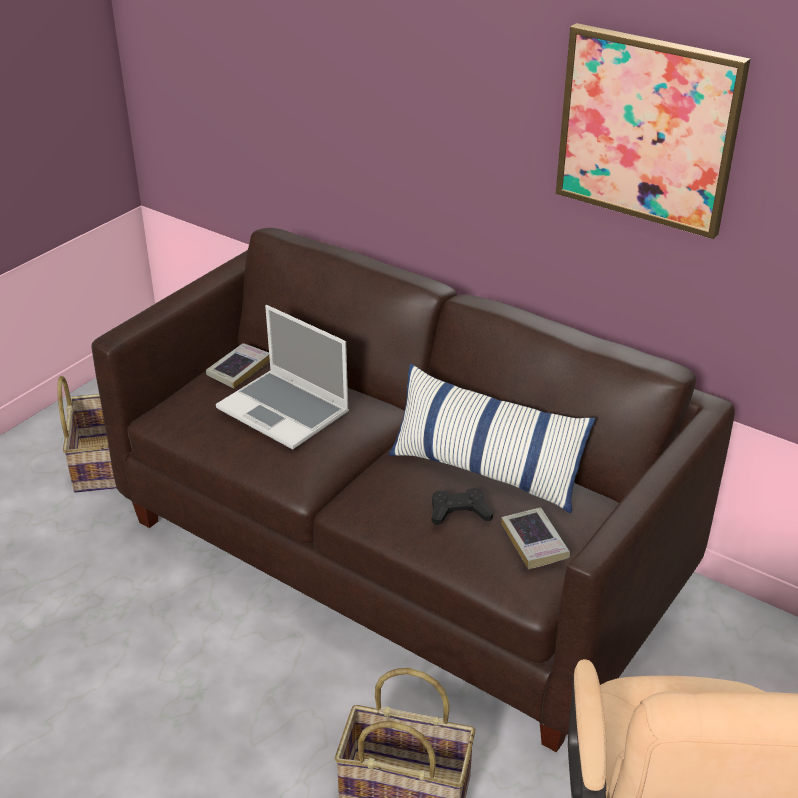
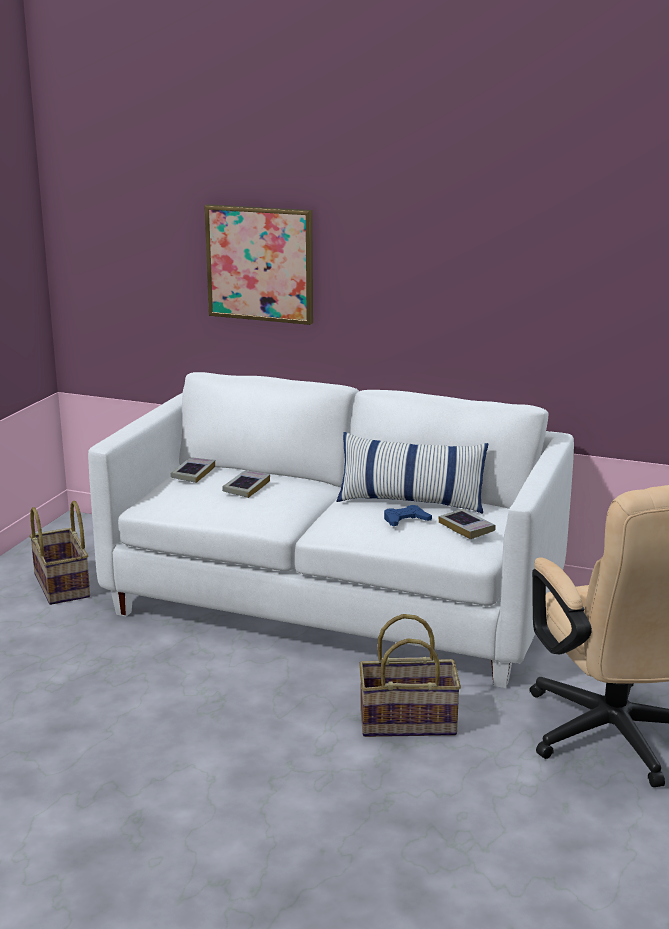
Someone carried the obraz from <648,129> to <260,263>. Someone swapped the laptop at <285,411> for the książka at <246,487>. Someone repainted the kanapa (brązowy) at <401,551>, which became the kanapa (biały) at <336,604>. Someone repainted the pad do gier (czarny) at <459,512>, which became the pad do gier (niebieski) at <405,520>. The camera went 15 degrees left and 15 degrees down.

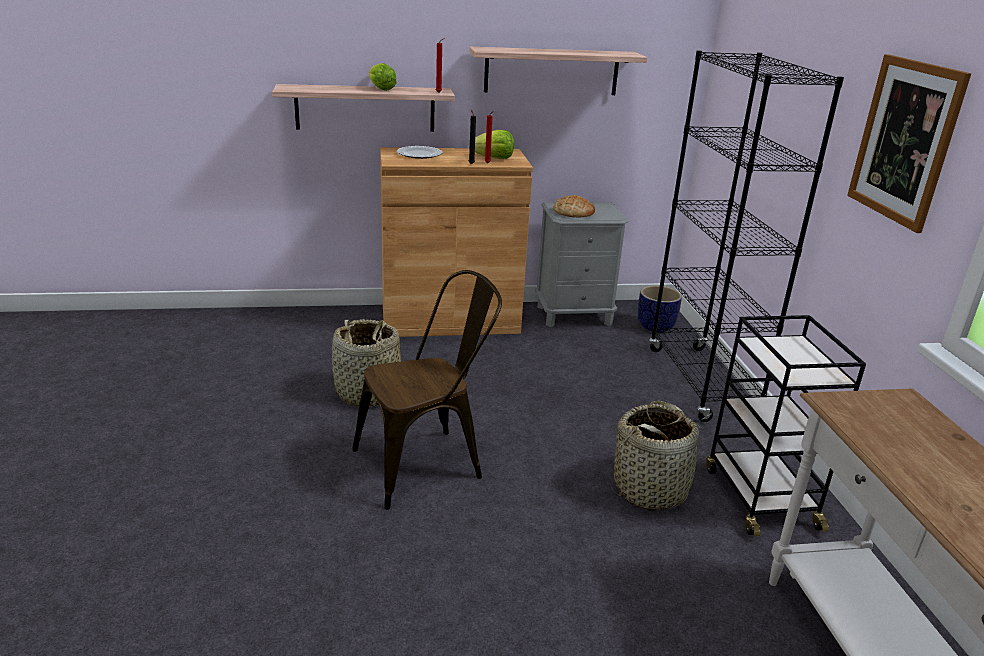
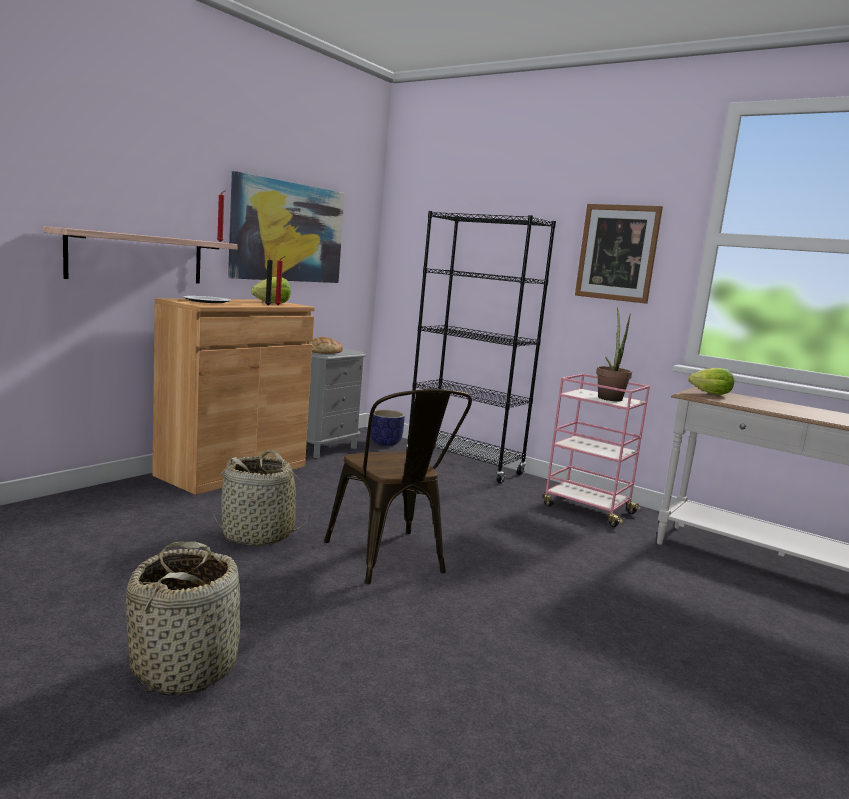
Someone put down the roślina doniczkowa at <609,397>. Someone carried the sałata from <380,89> to <708,393>. Someone carried the koszyk from <650,489> to <185,667>. Someone swapped the półka at <551,71> for the obraz at <288,232>. Someone repainted the wózek (czarny) at <759,497>, which became the wózek (różowy) at <587,509>. Someone rotated the krzesło (brązowy) at <427,463> by 135 degrees clockwise. The camera went 45 degrees left and 15 degrees down.

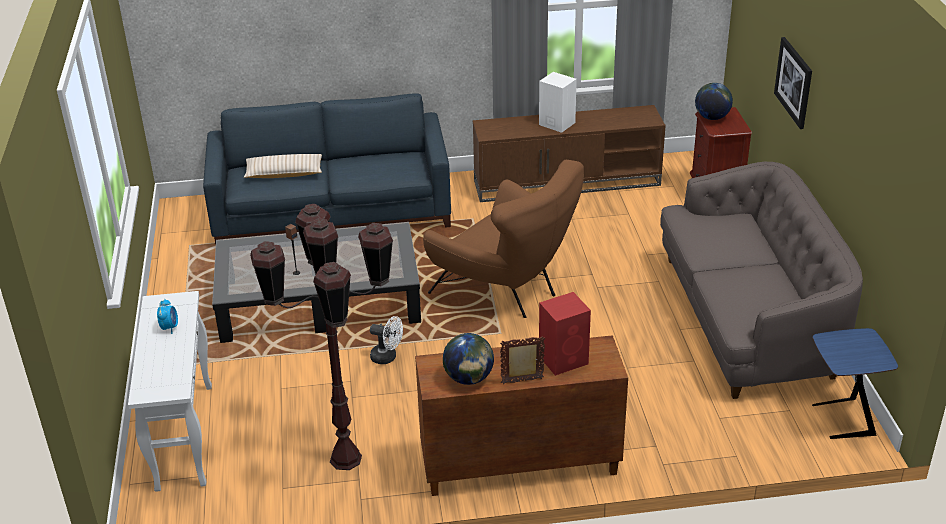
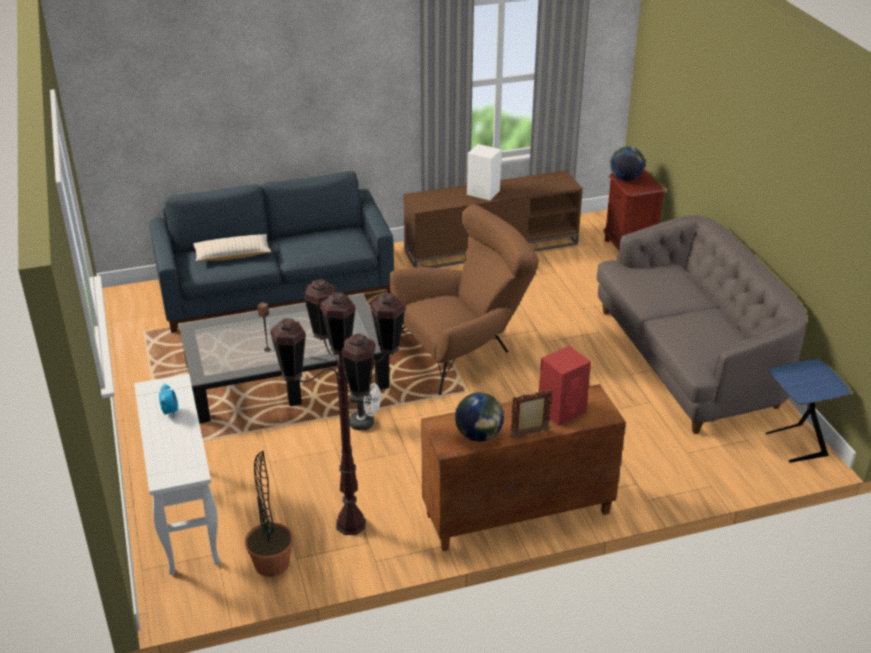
Someone took away the obraz at <794,82>. Someone put down the roślina doniczkowa at <271,564>. Someone rotated the fotel (brązowy) at <507,290> by 60 degrees counterclockwise. The camera went 10 degrees left and 0 degrees up.

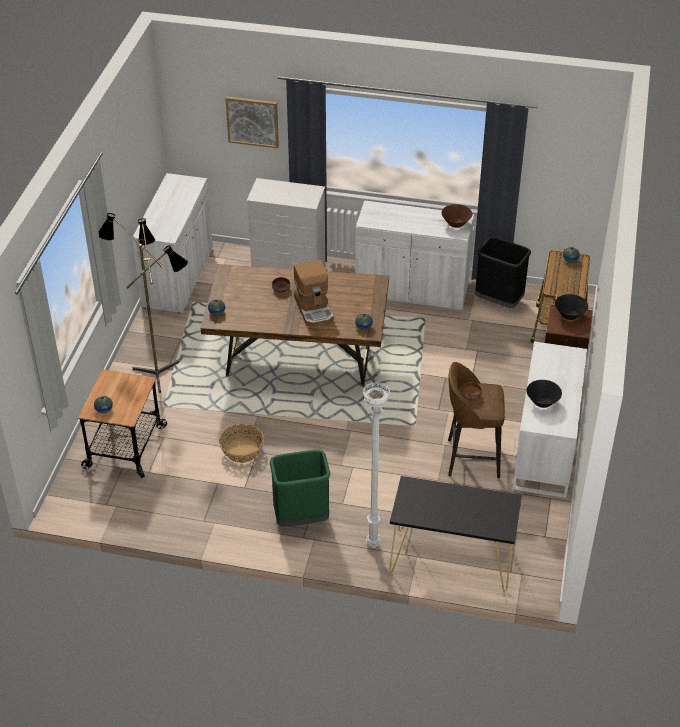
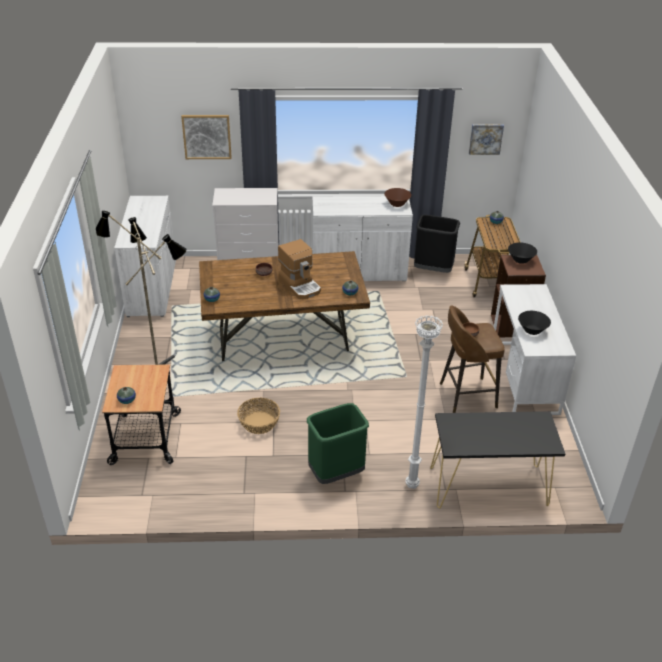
Someone put up the obraz at <485,138>. The camera went 15 degrees left and 5 degrees down.

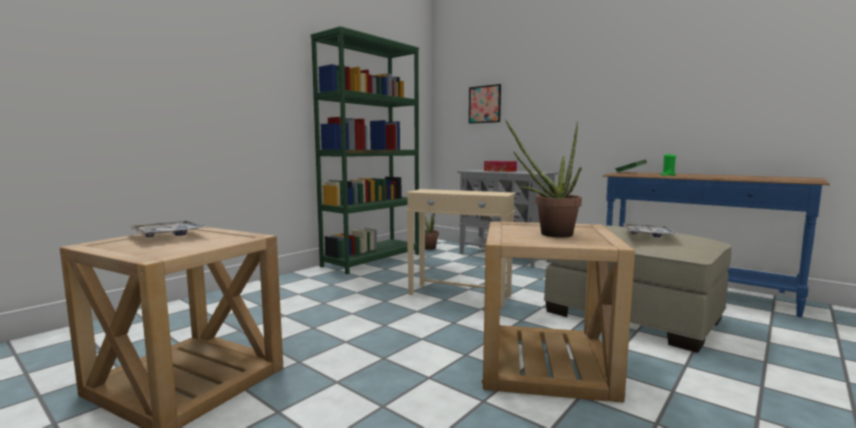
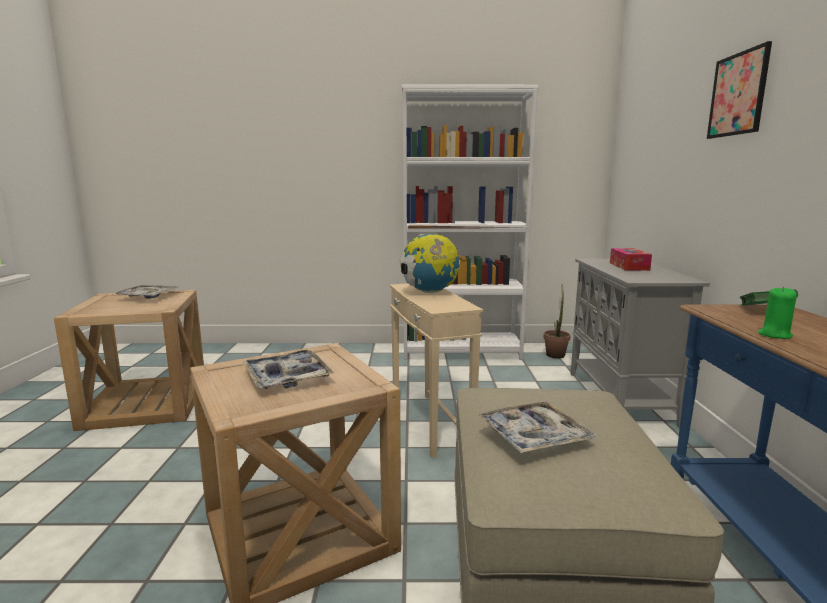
Someone put down the globus at <429,292>. Someone carried the obraz from <484,104> to <738,94>. Someone swapped the roślina doniczkowa at <549,234> for the taca at <287,377>. Someone repainted the regał (zielony) at <372,260>, which became the regał (biały) at <461,351>. The camera went 50 degrees right and 5 degrees up.

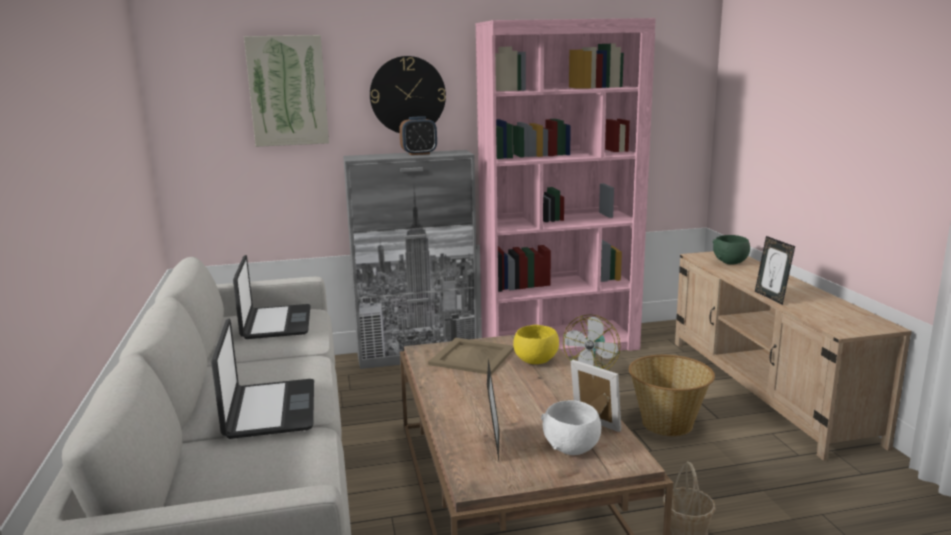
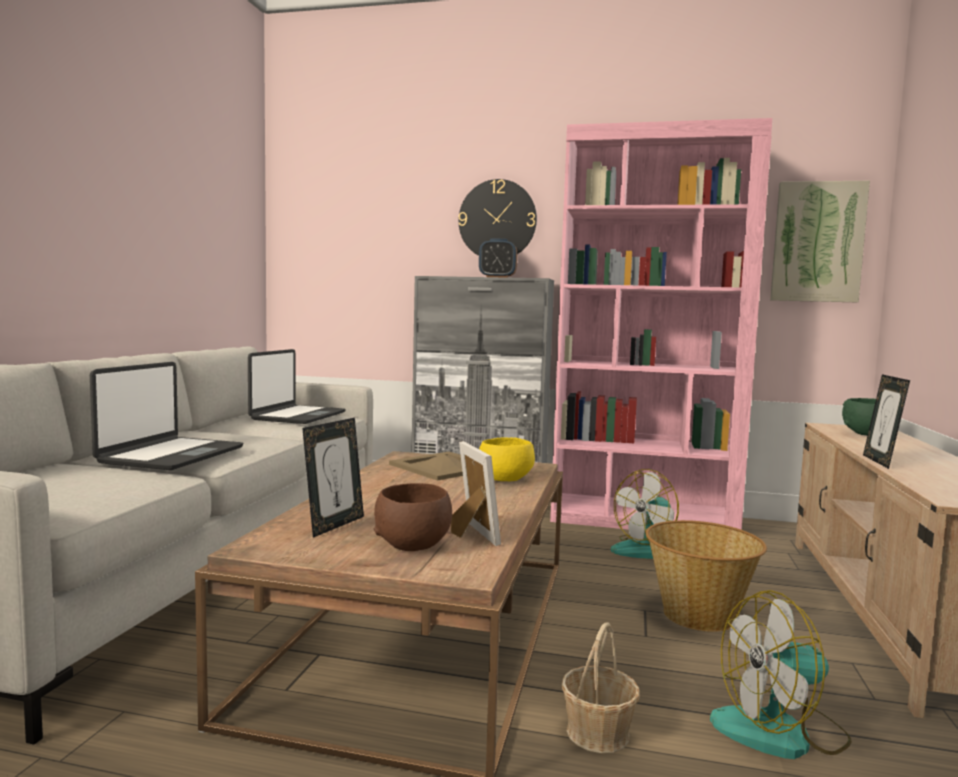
Someone put down the wentylator at <780,732>. Someone carried the obraz from <287,91> to <817,242>. Someone repainted the miska (biały) at <572,448>, which became the miska (brązowy) at <413,546>. The camera went 25 degrees right and 10 degrees down.

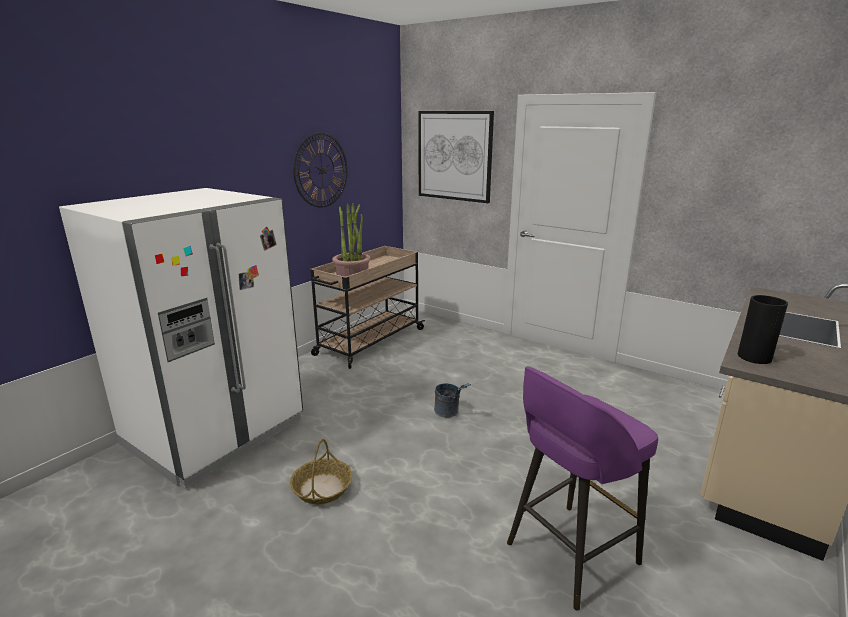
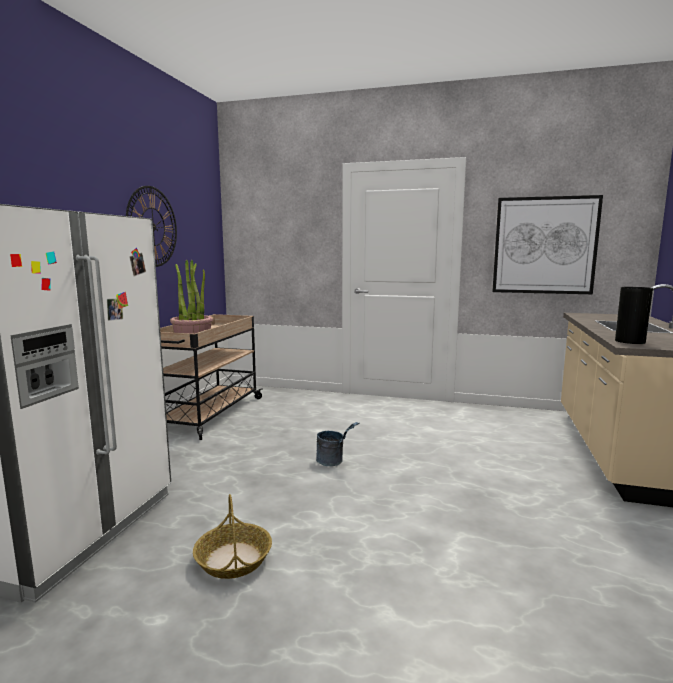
Someone took away the stołek (fioletowy) at <569,555>. Someone carried the obraz from <454,156> to <544,245>. The camera went 20 degrees left and 10 degrees down.

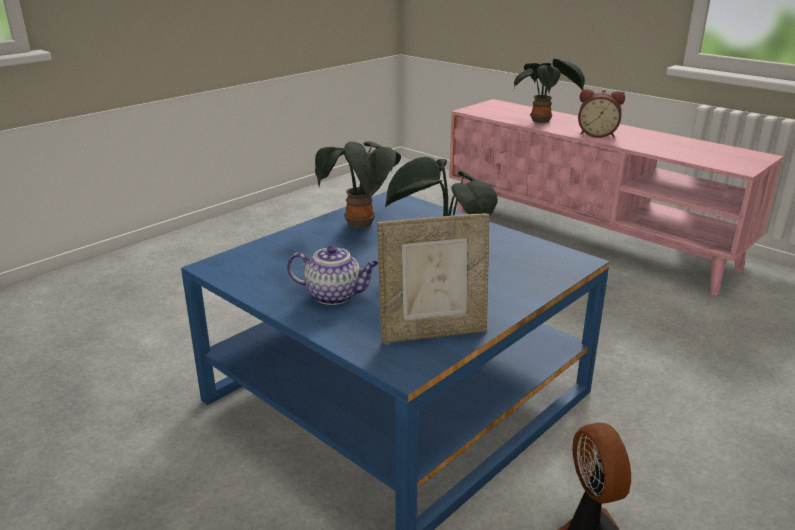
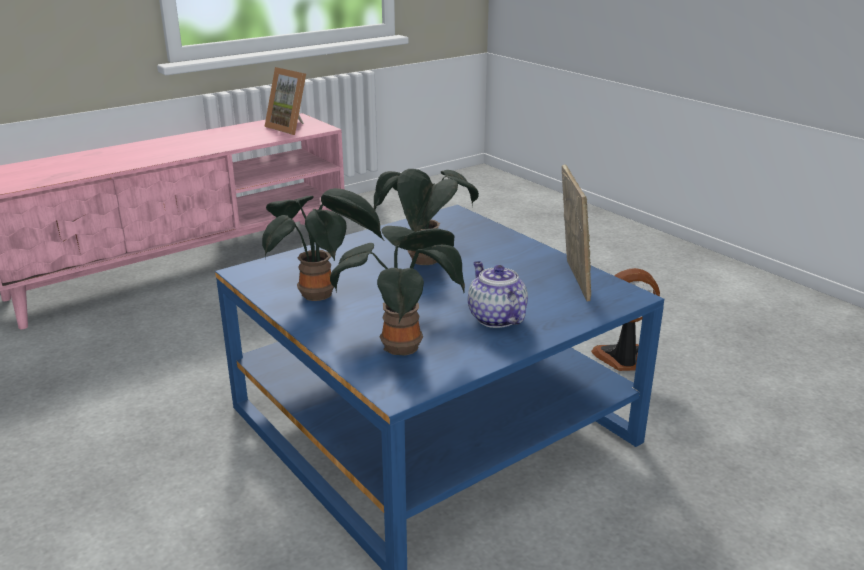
Someone took away the budzik at <597,134>. Someone put down the ramka na zdjęcie at <291,128>. Someone carried the roślina doniczkowa from <543,121> to <404,346>. Someone rotated the imbryk at <335,295> by 45 degrees counterclockwise. The camera went 80 degrees left and 0 degrees up.

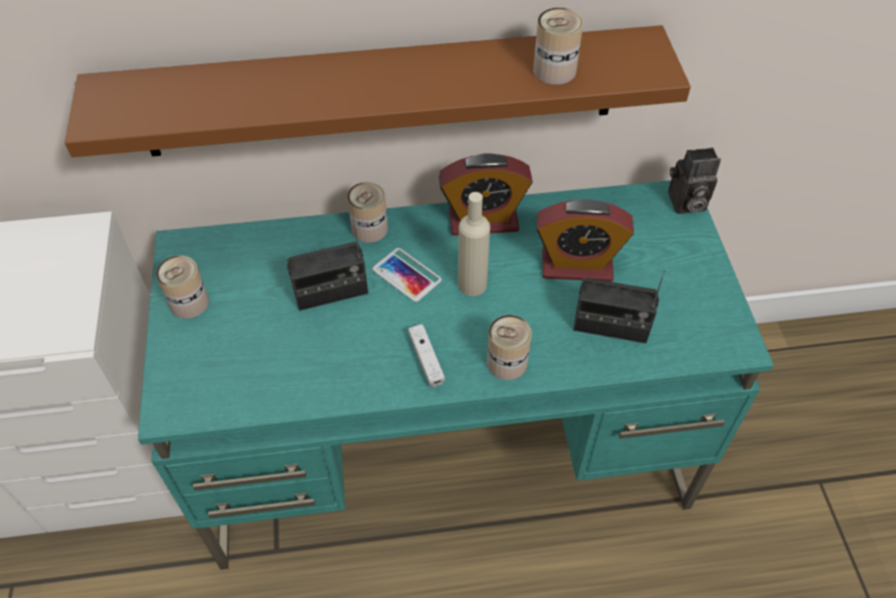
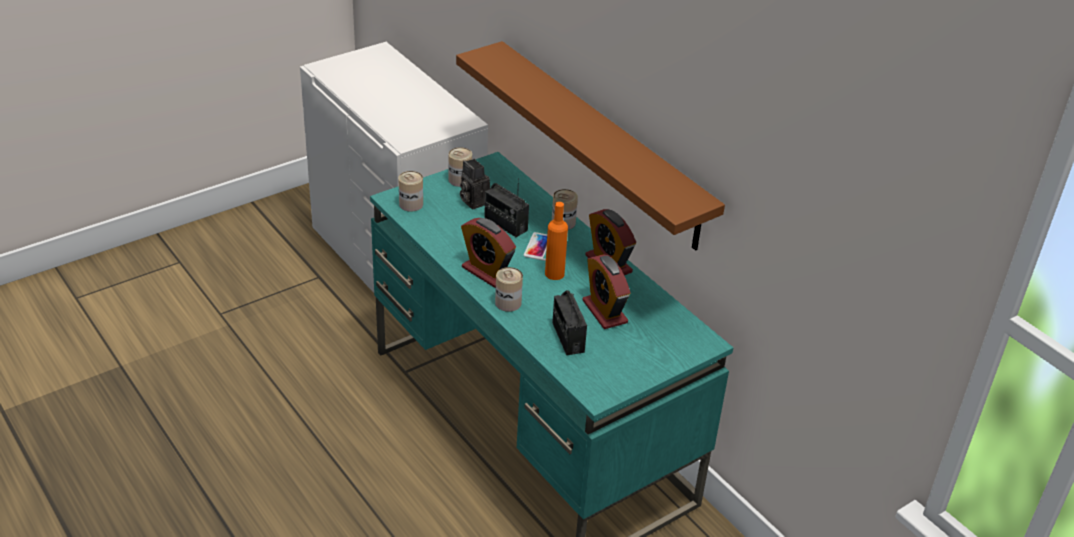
Someone carried the puszka from <554,70> to <411,204>. Someone carried the aparat fotograficzny from <685,203> to <472,201>. Someone swapped the pad do gier (biały) at <426,359> for the budzik at <487,272>. Someone repainted the butelka (beżowy) at <472,284>, which became the butelka (pomarańczowy) at <554,274>. The camera went 60 degrees right and 15 degrees down.

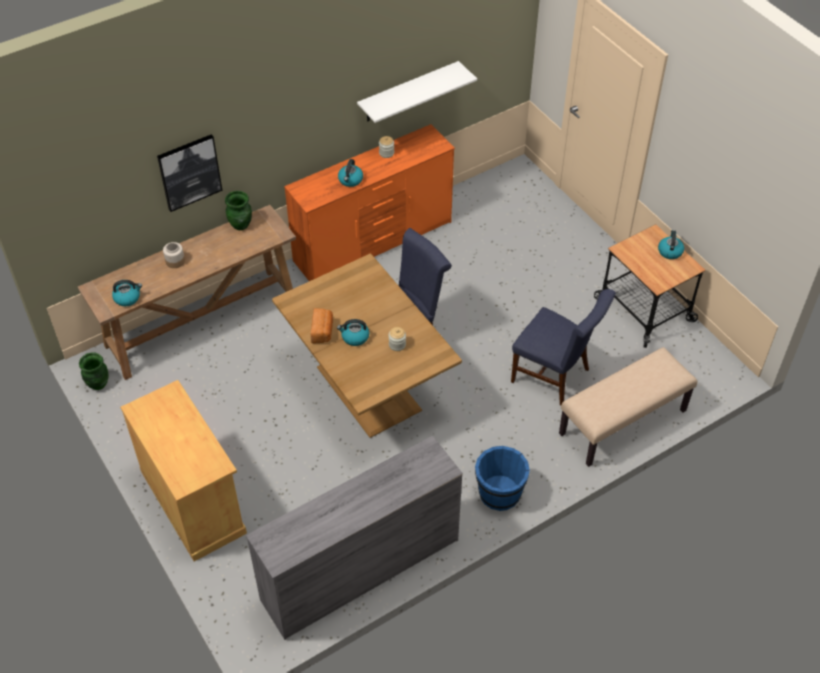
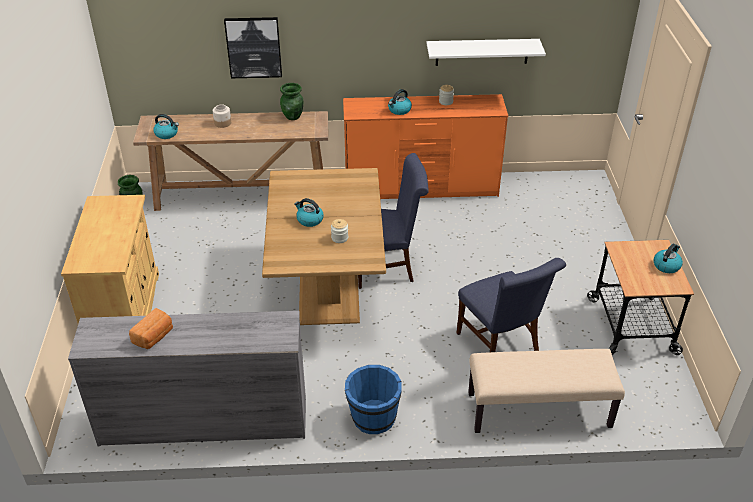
Someone carried the chleb from <322,331> to <154,337>. The camera went 30 degrees right and 10 degrees down.

